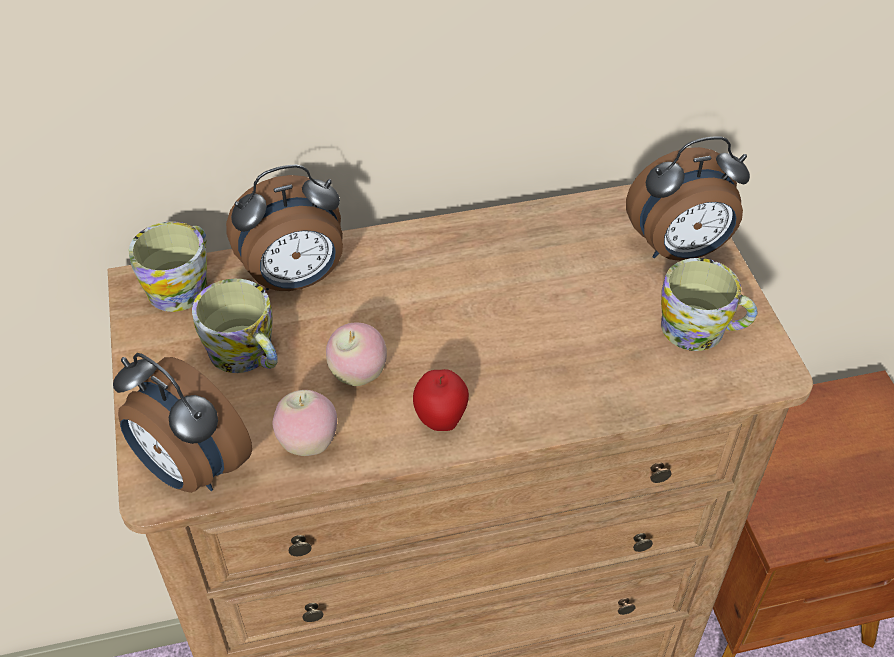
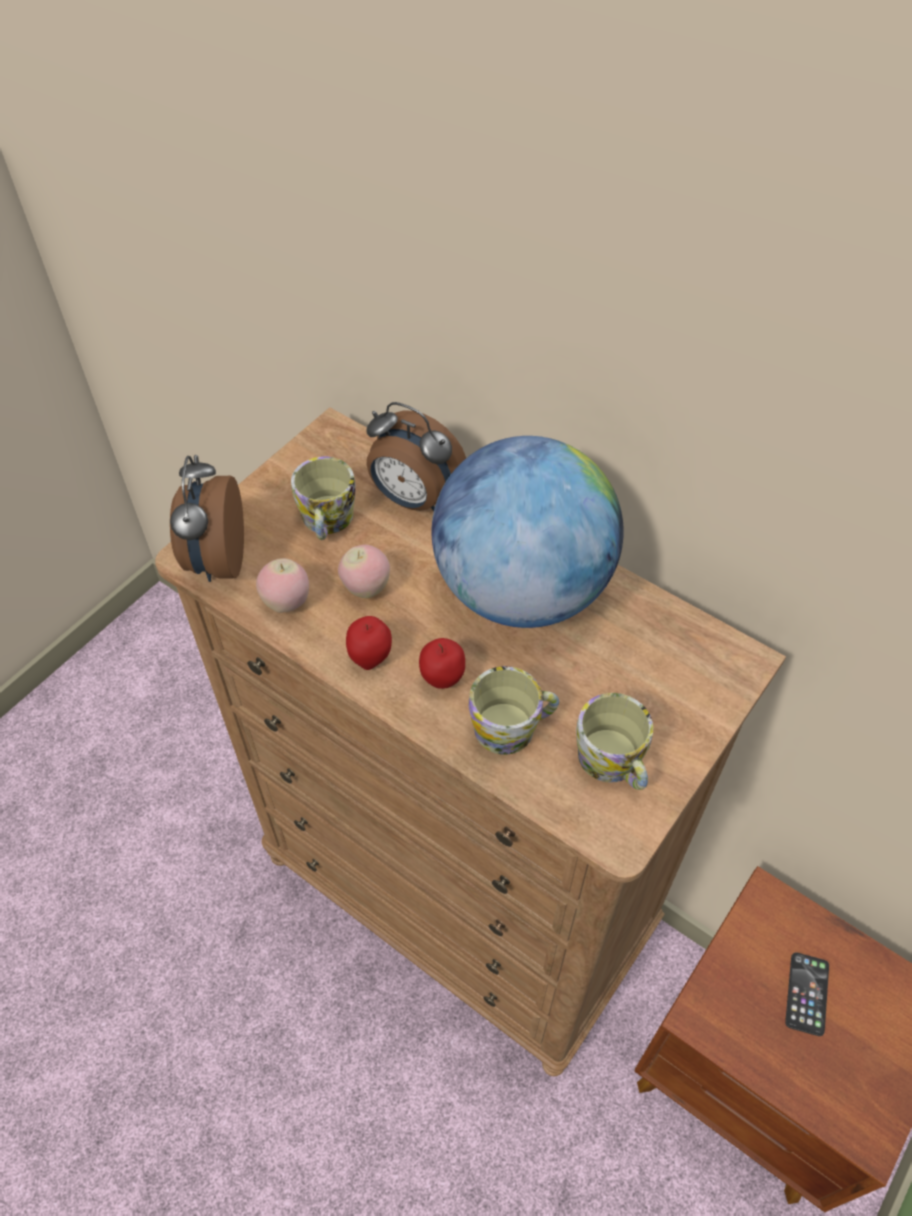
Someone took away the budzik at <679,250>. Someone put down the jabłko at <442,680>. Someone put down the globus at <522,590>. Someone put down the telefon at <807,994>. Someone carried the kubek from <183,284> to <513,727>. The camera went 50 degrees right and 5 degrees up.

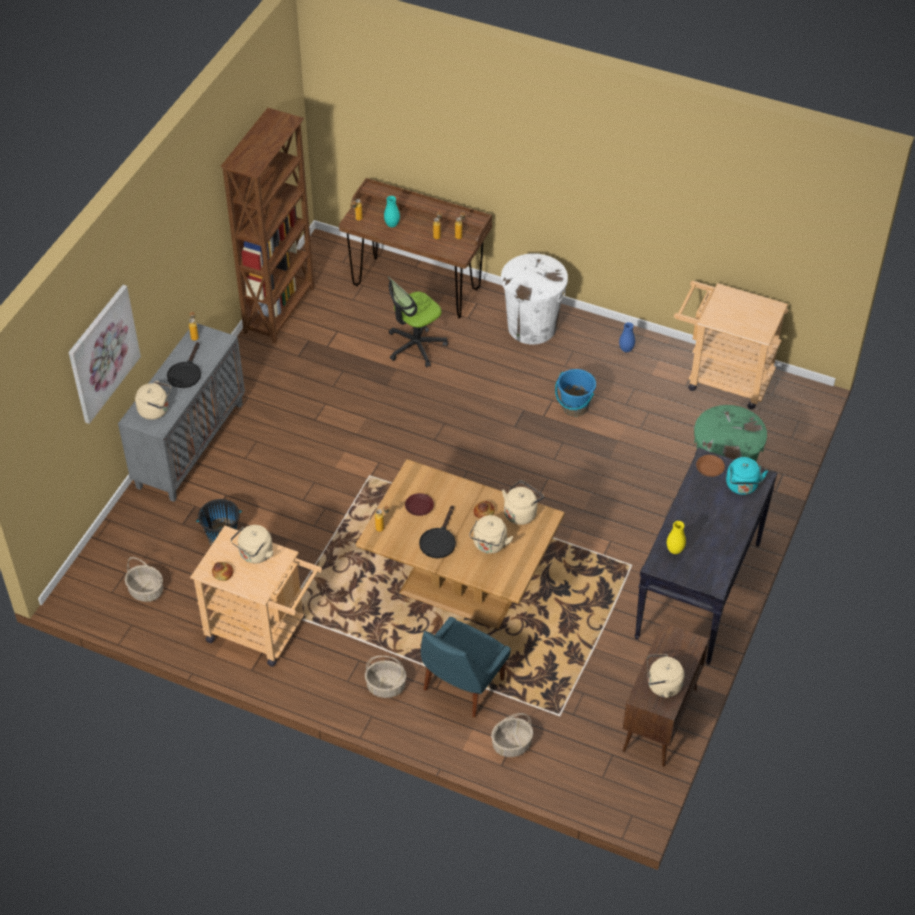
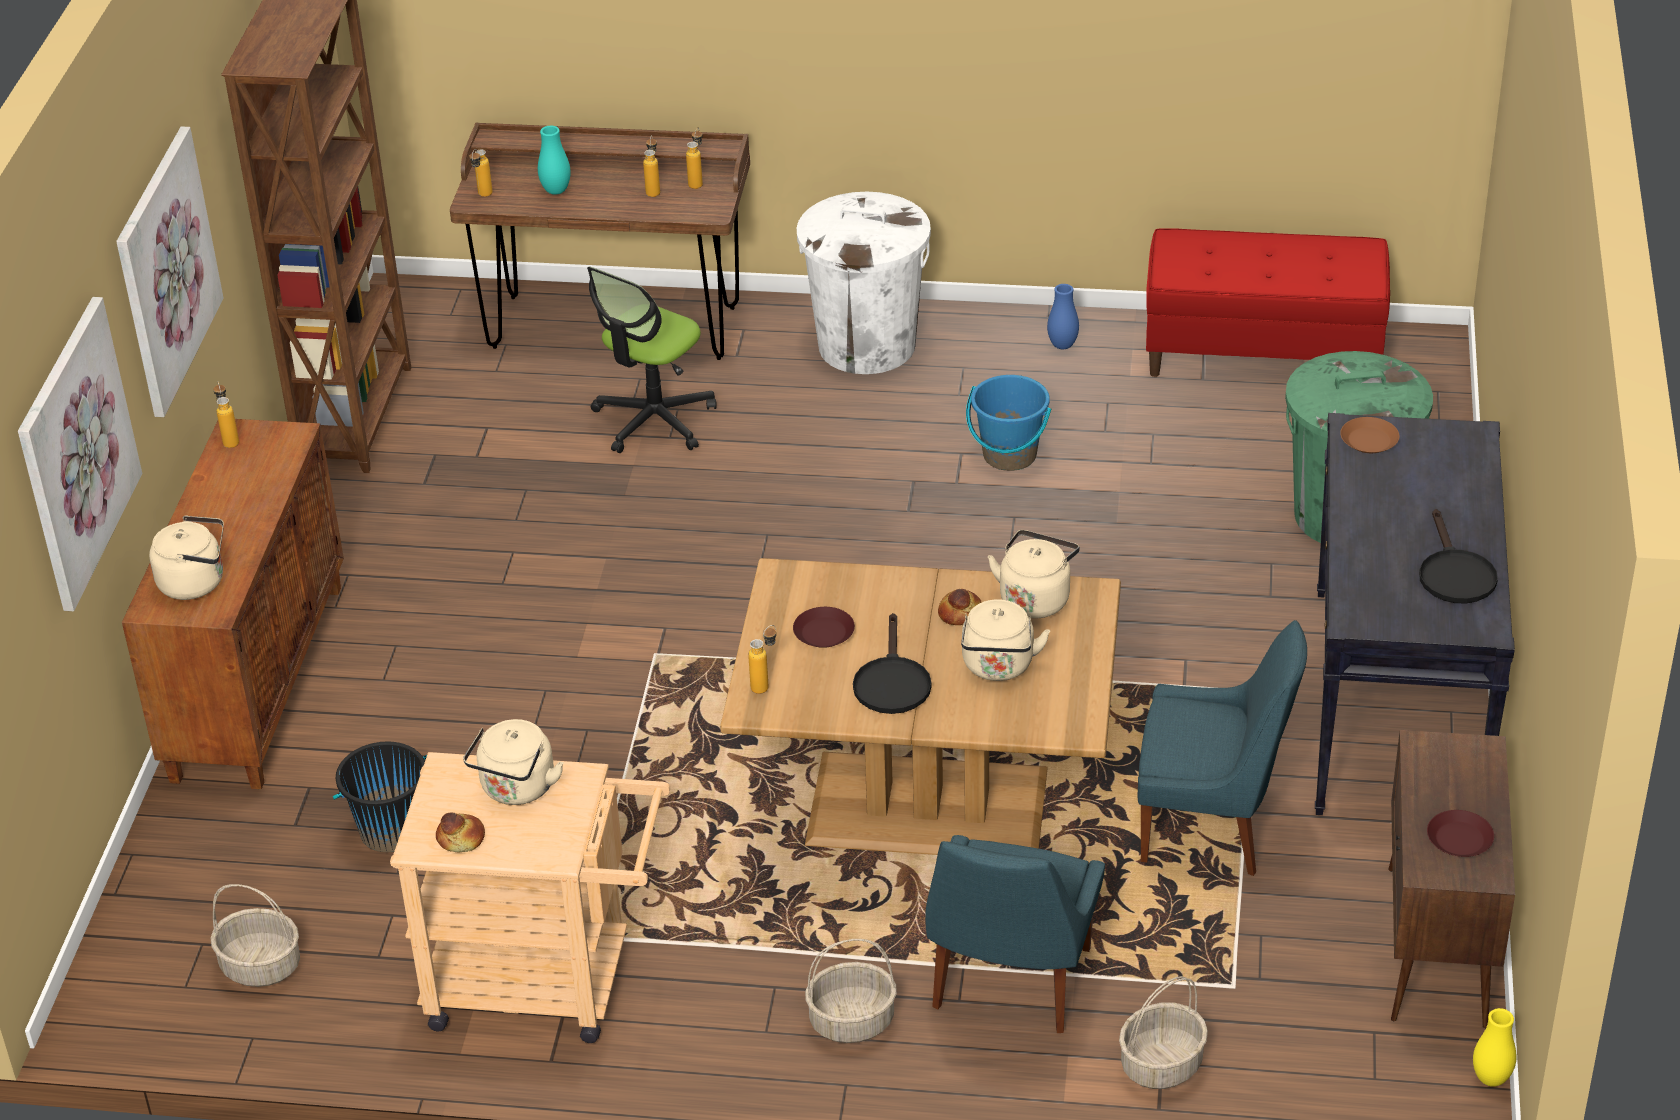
Someone took away the czajnik (turkusowy) at <742,487>. Someone put up the obraz at <166,270>. Someone put down the krzesło (niebieski) at <1211,826>. Someone carried the patelnia (czarny) from <185,373> to <1454,573>. Someone carried the wazon (żółty) from <674,550> to <1491,1079>. Someone swapped the czajnik (beżowy) at <662,685> for the talerz (brązowy) at <1458,839>. Someone swapped the wózek (beżowy) at <722,378> for the ławka (czerwony) at <1263,353>. Someone repainted the szafka (szary) at <190,444>, which became the szafka (brązowy) at <257,680>. The camera went 15 degrees left and 10 degrees down.

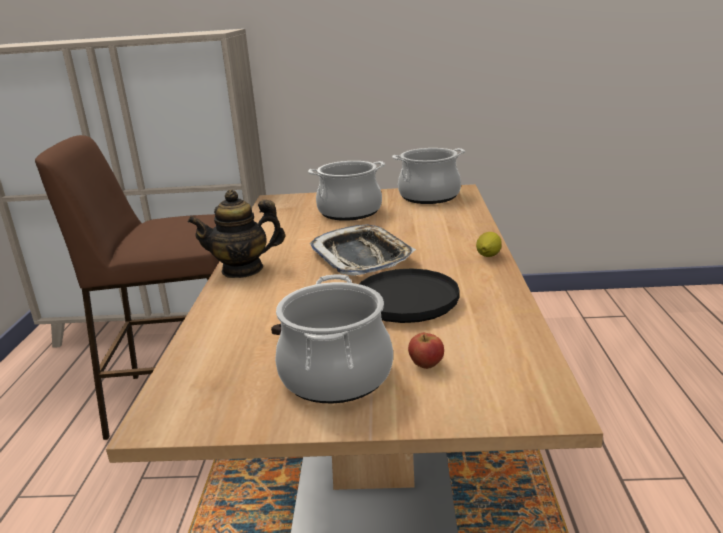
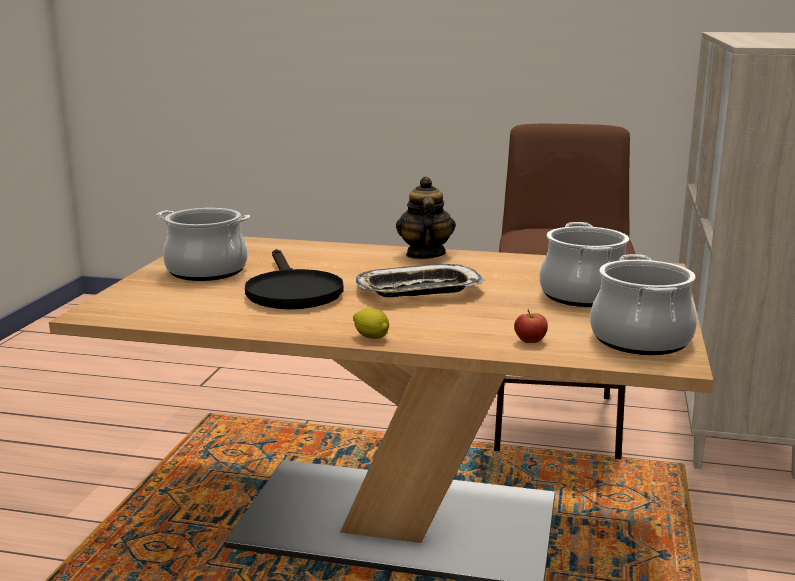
Someone carried the jabłko from <426,364> to <530,341>. The camera went 100 degrees right and 5 degrees down.

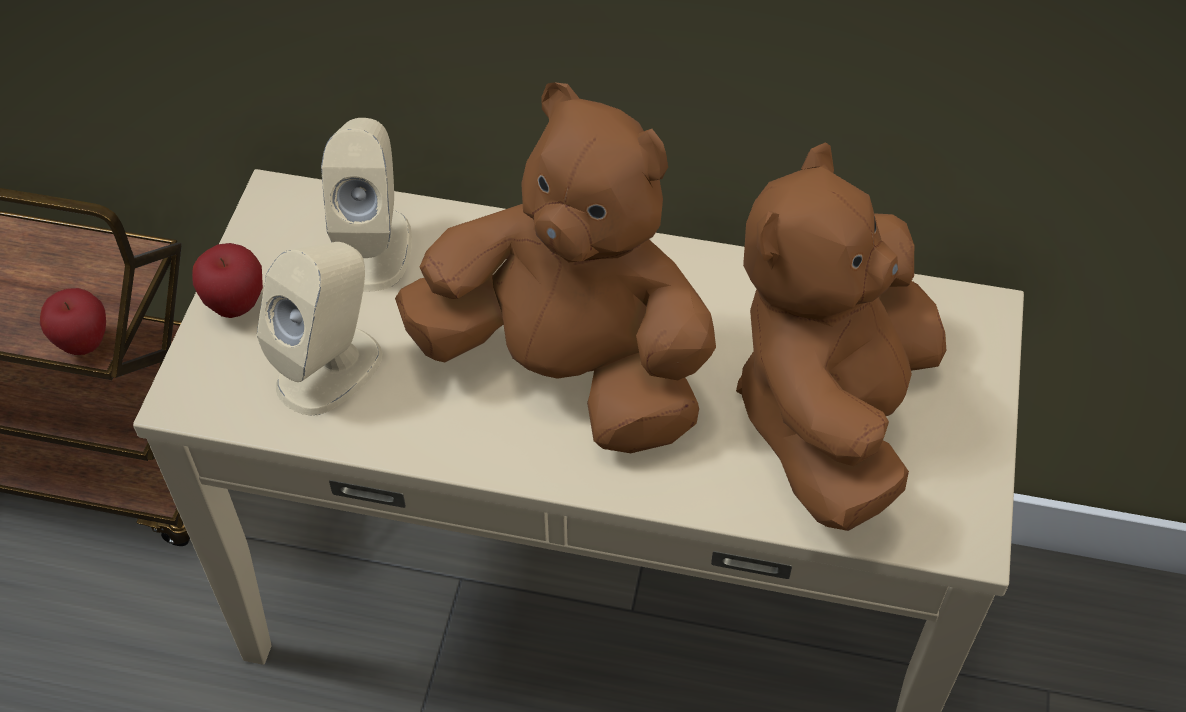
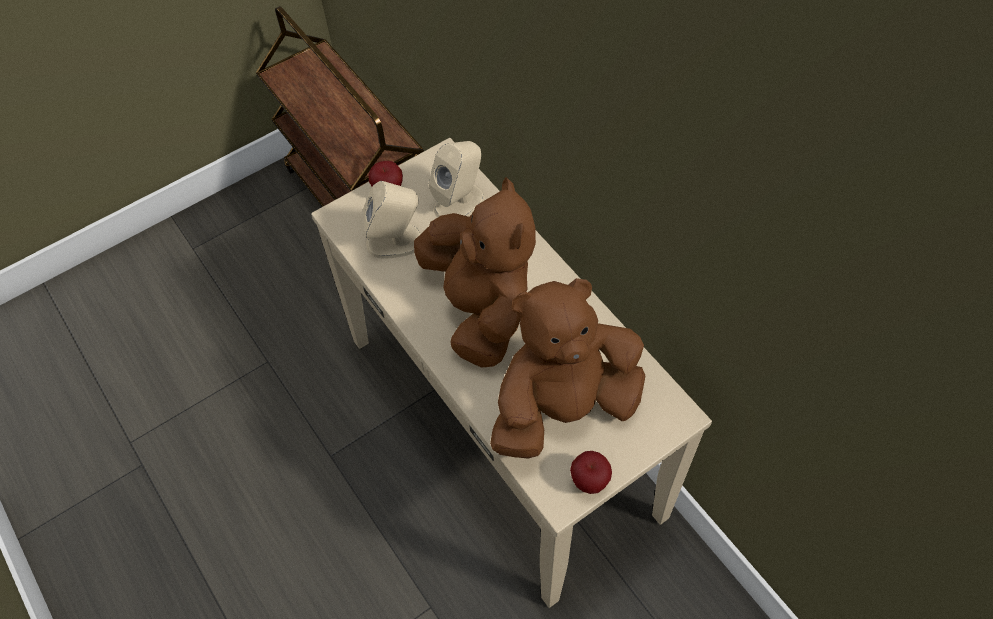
Someone carried the jabłko from <84,343> to <589,481>. The camera went 45 degrees right and 5 degrees up.

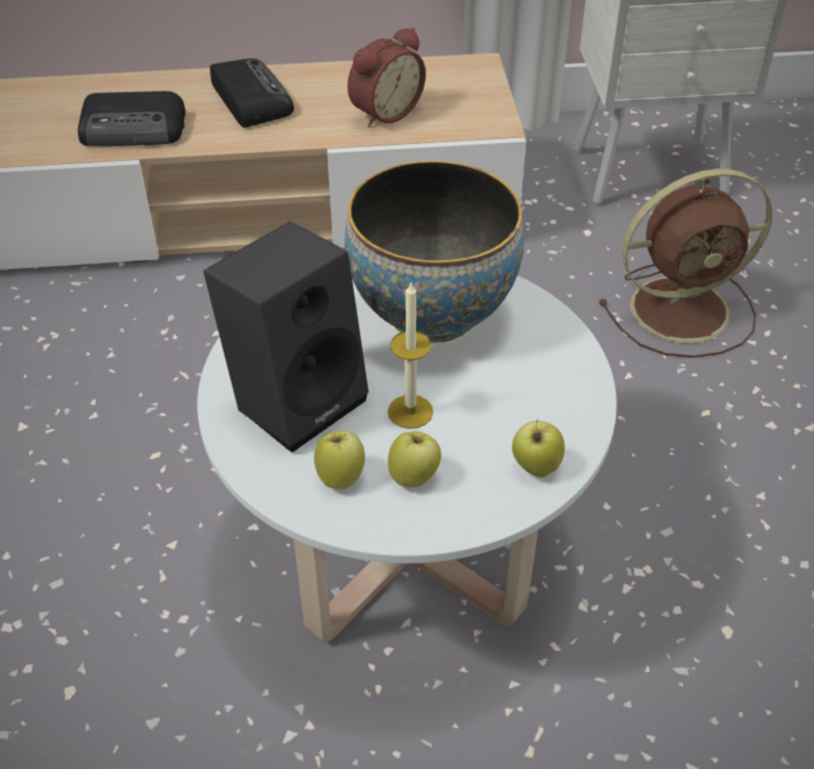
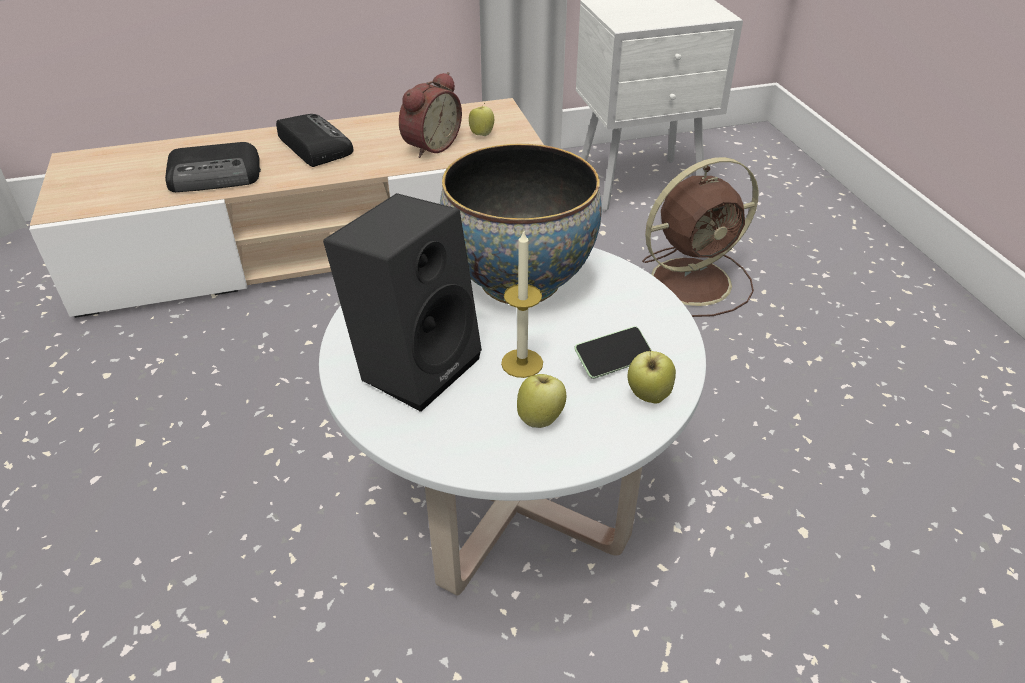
Someone put down the telefon at <613,361>. Someone carried the jabłko from <340,477> to <481,134>. The camera went 10 degrees left and 5 degrees down.

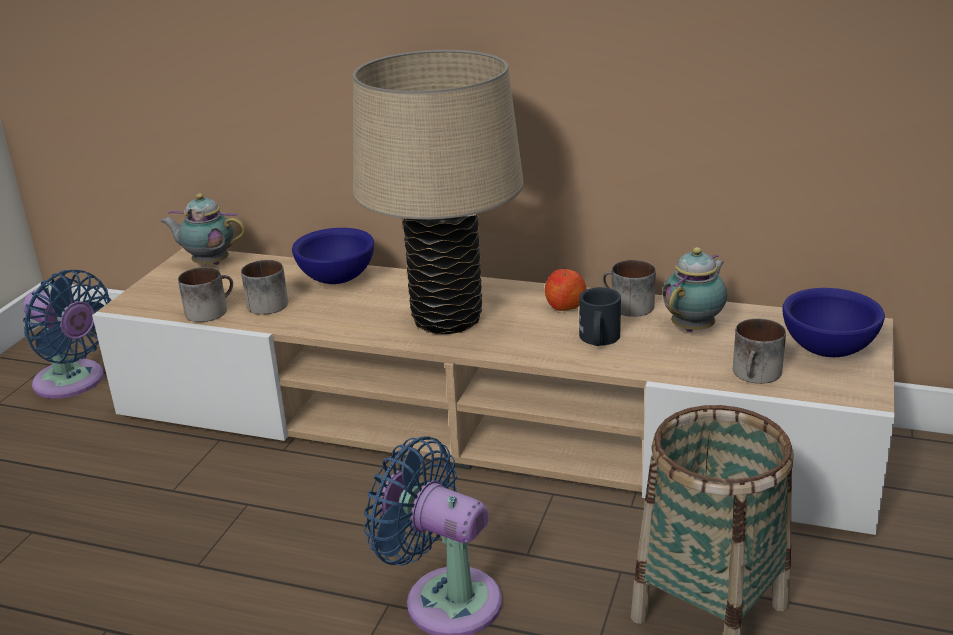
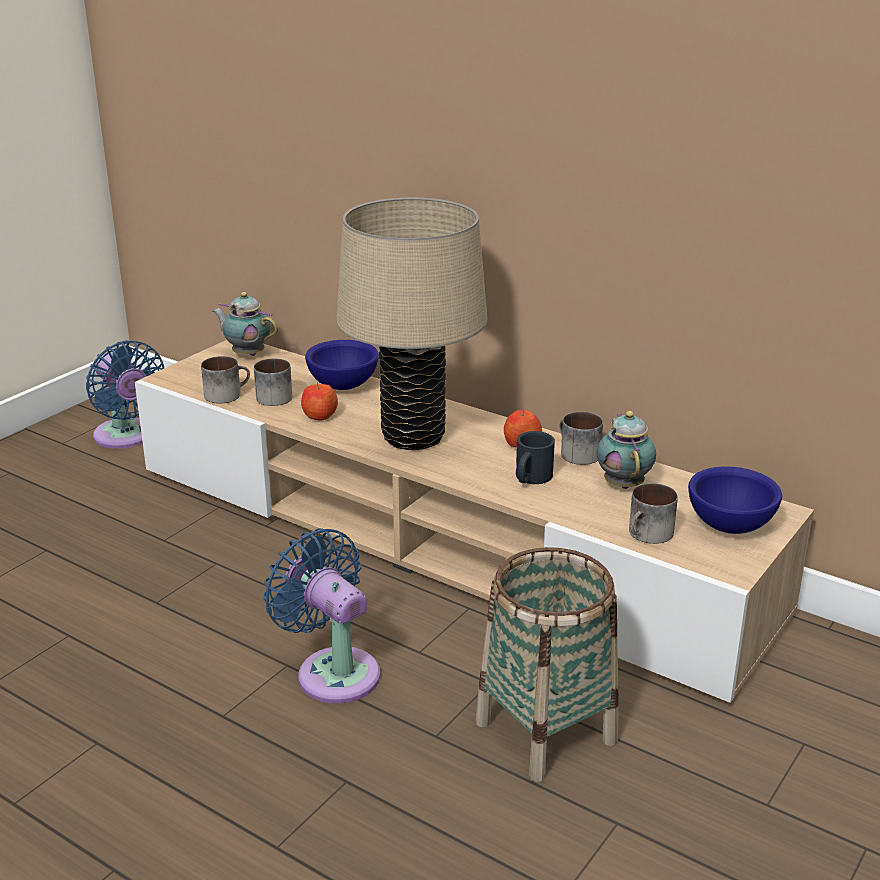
Someone put down the jabłko at <319,416>. Someone rotated the imbryk at <695,327> by 60 degrees counterclockwise. The camera went 15 degrees right and 0 degrees up.

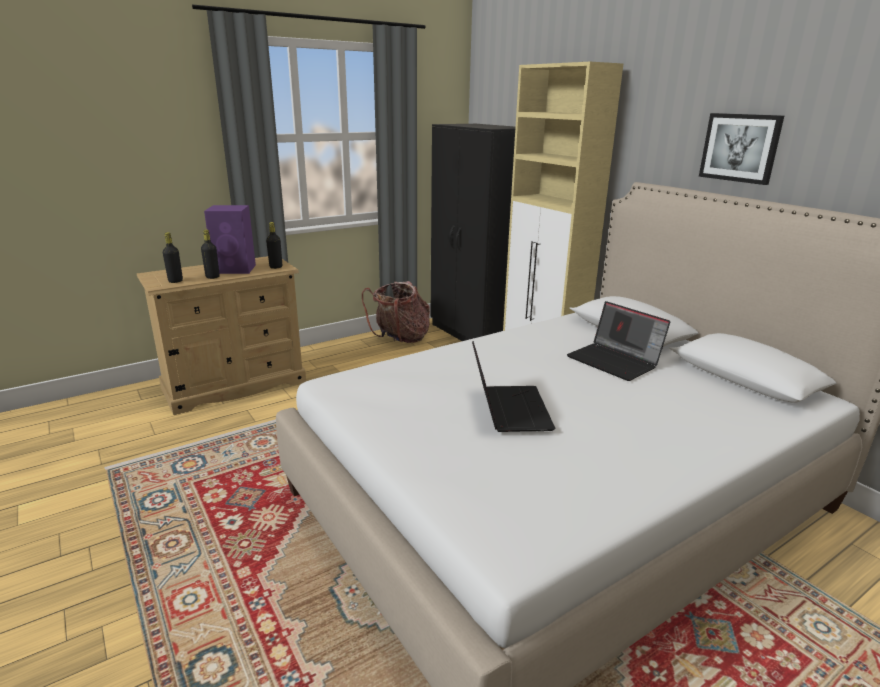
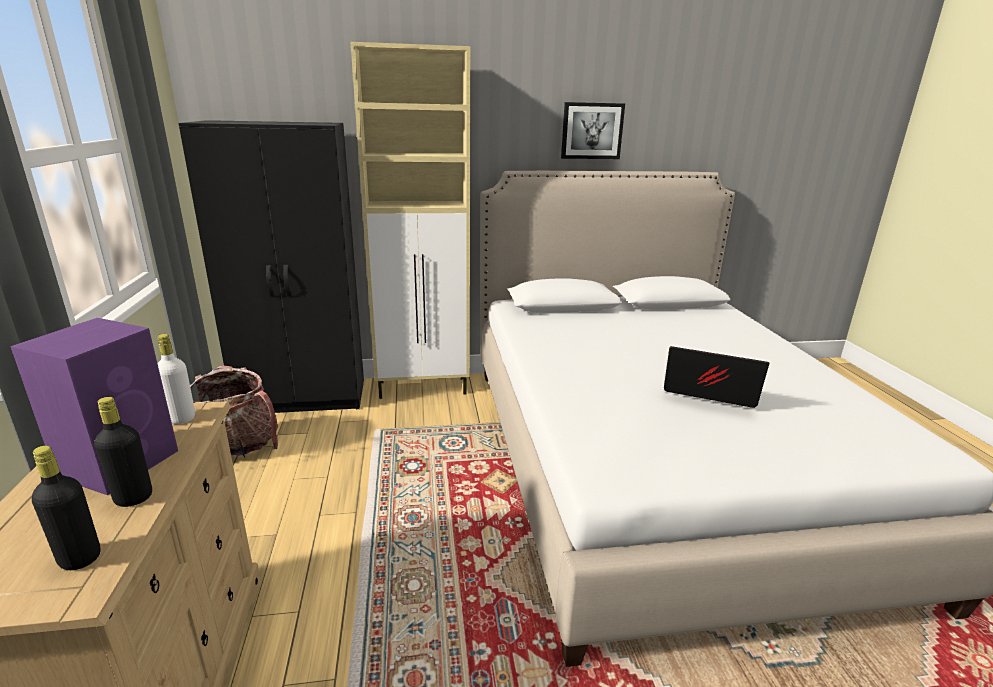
Someone took away the laptop at <615,361>. Someone repainted the butelka (czarny) at <276,267>, which became the butelka (biały) at <182,418>. The camera went 65 degrees left and 0 degrees up.

